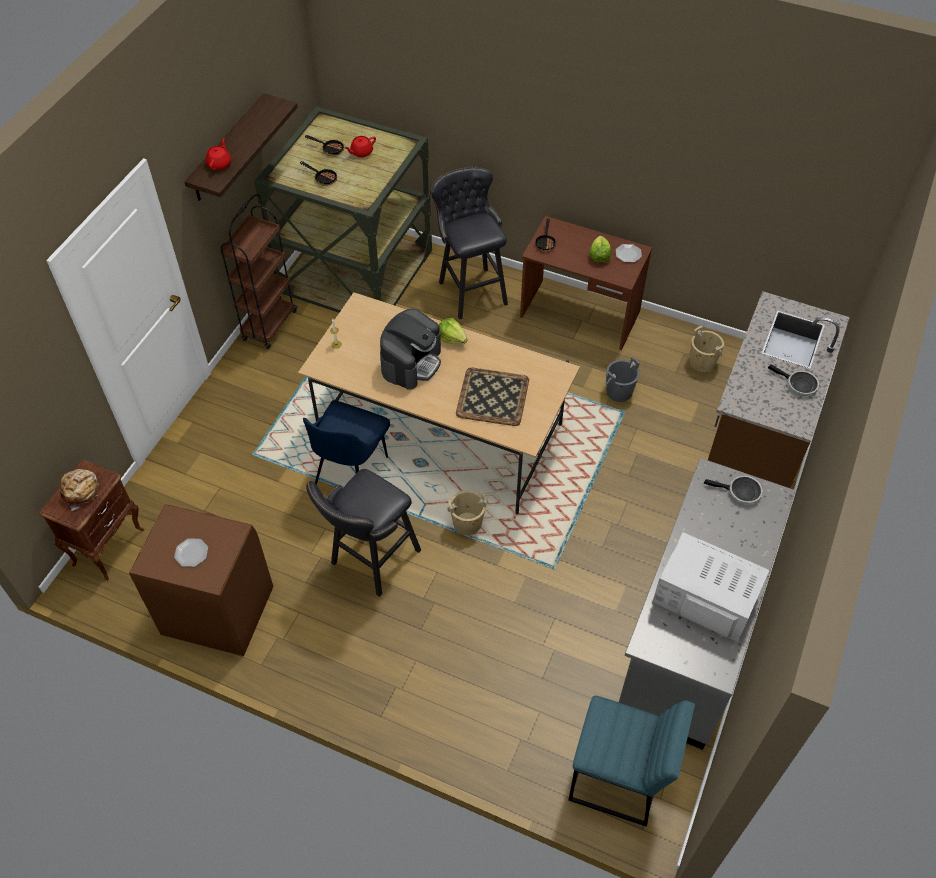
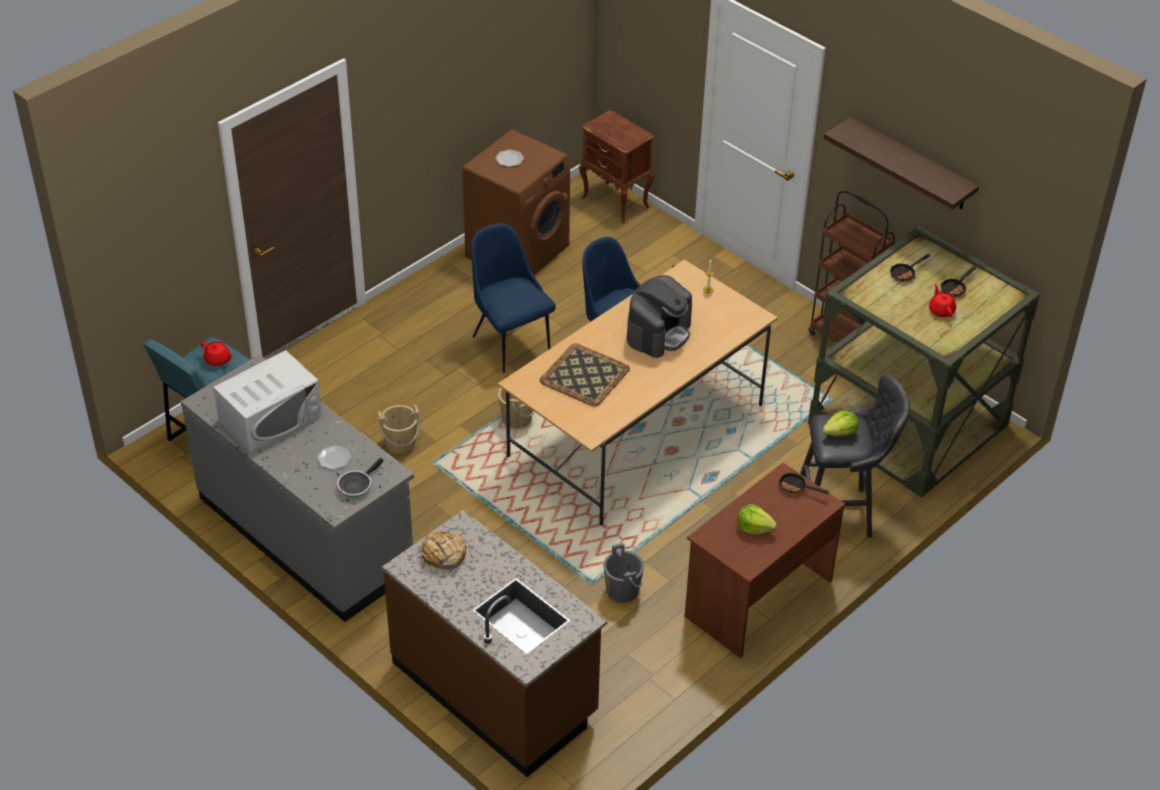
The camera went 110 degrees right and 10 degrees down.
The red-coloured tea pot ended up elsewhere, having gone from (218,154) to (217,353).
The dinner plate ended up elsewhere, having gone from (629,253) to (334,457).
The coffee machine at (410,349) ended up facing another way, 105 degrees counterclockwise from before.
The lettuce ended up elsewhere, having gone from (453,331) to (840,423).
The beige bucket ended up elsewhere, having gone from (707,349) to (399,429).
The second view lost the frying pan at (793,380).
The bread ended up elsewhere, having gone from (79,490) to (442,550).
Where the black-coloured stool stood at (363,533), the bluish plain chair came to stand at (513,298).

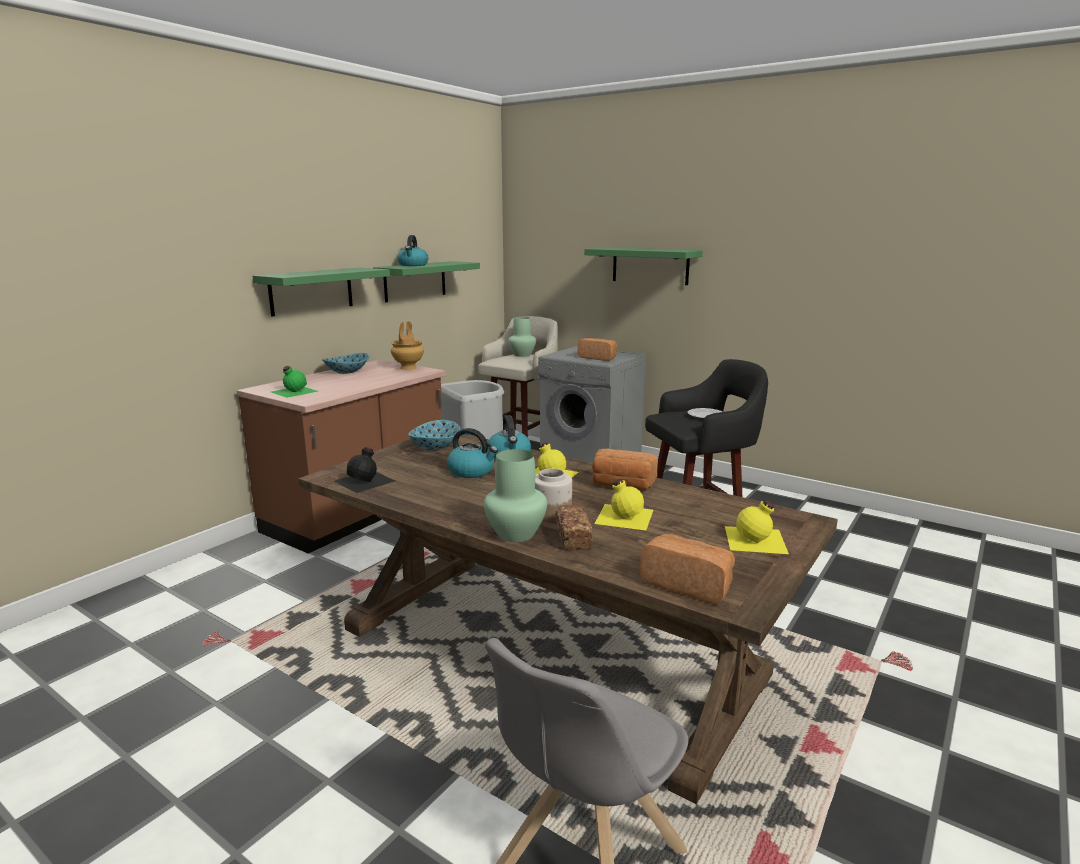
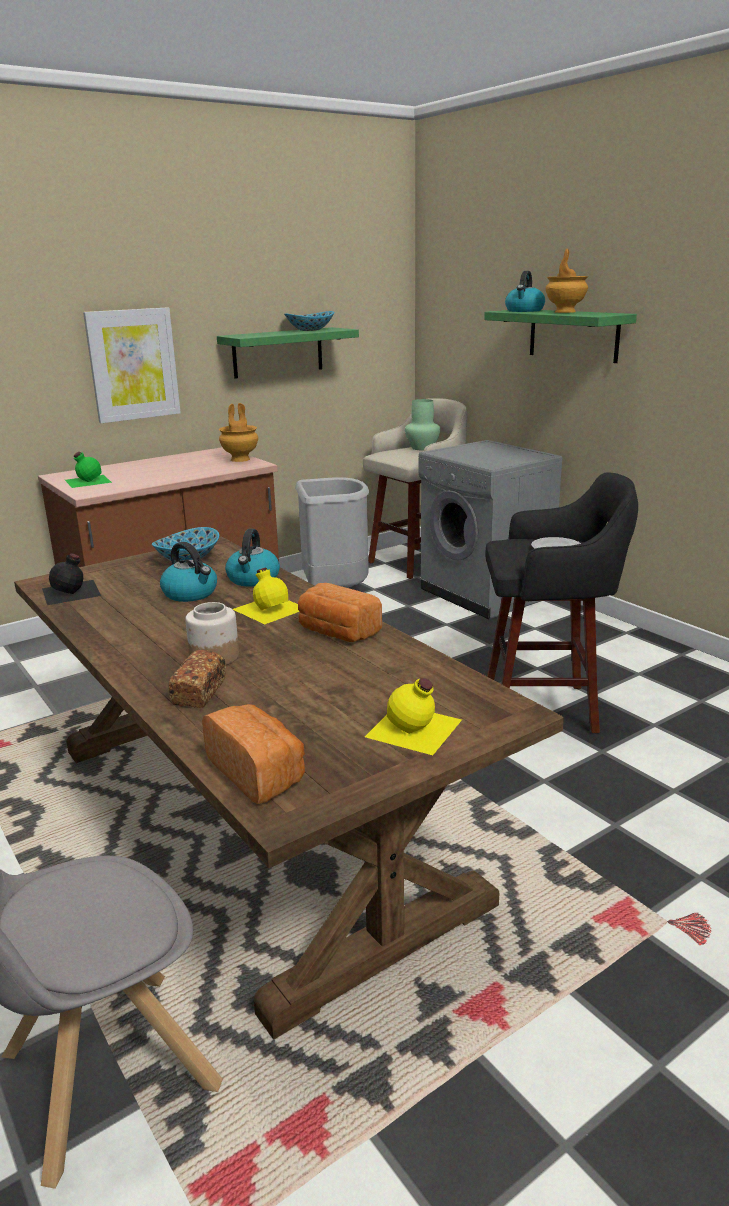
The camera went 20 degrees right and 5 degrees up.
The water kettle ended up elsewhere, having gone from (412,250) to (525,291).
Where the greenish shelf hung at (321,292), the wall picture came to hang at (132,365).
The second view lost the bread at (597,349).
The deep dish ended up elsewhere, having gone from (345,363) to (309,321).
The second view lost the greenish vase at (515,495).
The second view lost the yellow drink bottle at (624,504).
The second view gained the brown-coloured vase at (567,281).

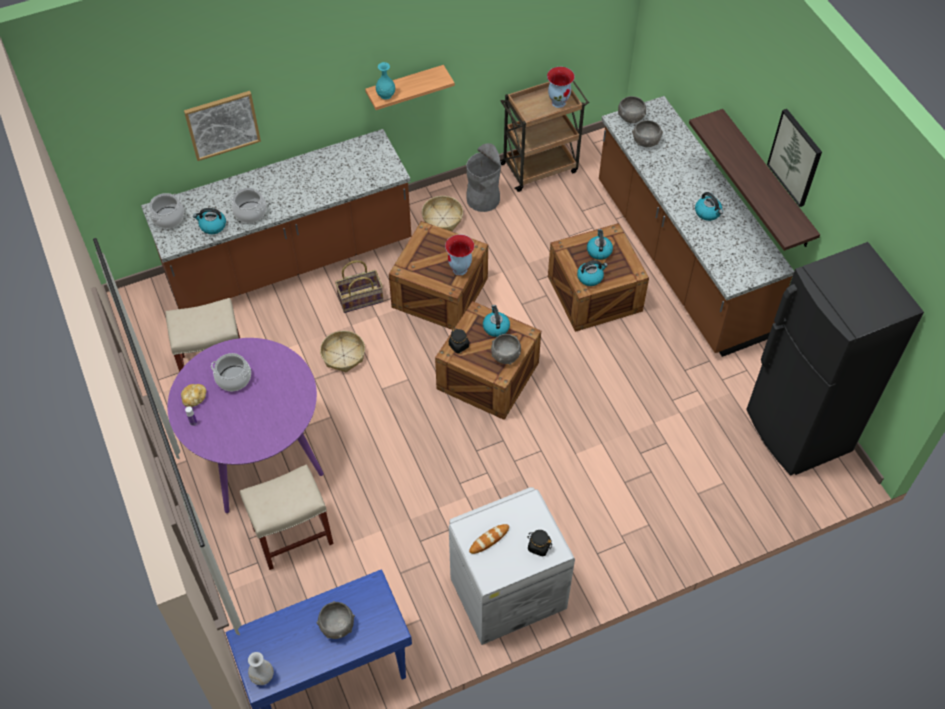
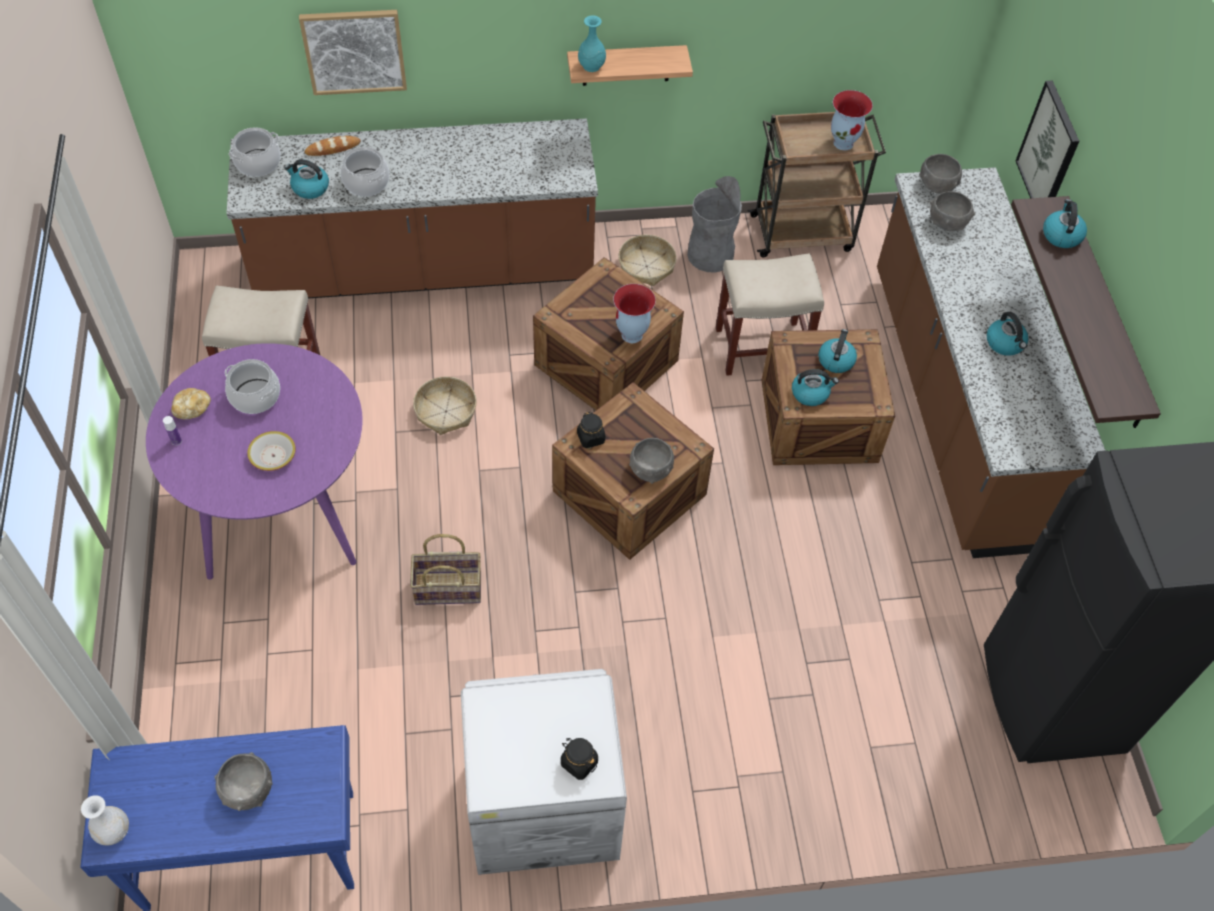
The camera went 15 degrees right and 0 degrees up.
The wall picture ended up elsewhere, having gone from (794,158) to (1047,139).
The basket ended up elsewhere, having gone from (359,286) to (445,569).
The water kettle ended up elsewhere, having gone from (496,321) to (1065,223).
The beige stool ended up elsewhere, having gone from (286,517) to (770,314).
The bread ended up elsewhere, having gone from (489,539) to (333,146).
The second view gained the deep dish at (271,451).

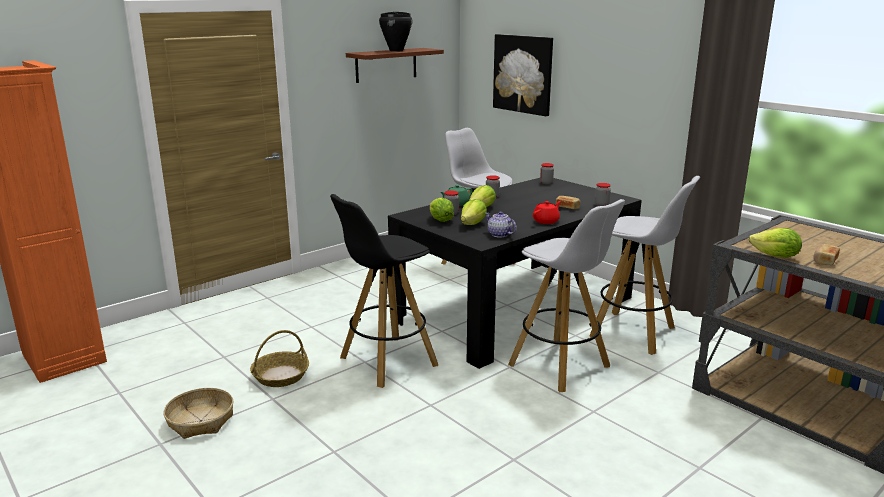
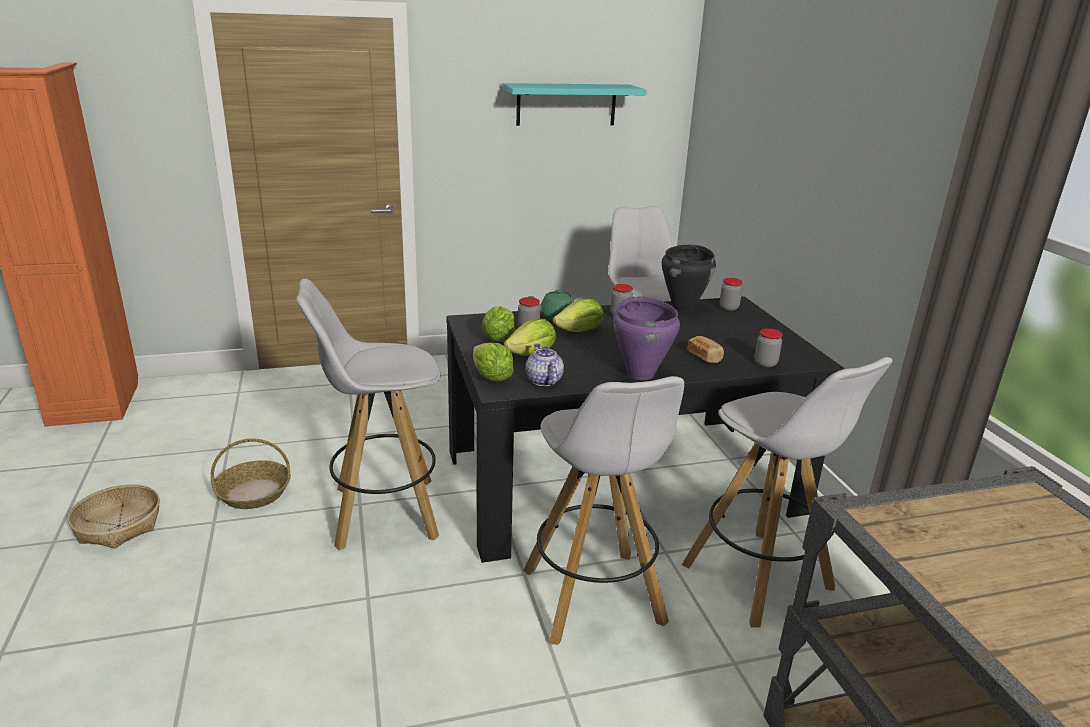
The camera went 25 degrees right and 5 degrees up.
The black-coloured cooking pot ended up elsewhere, having gone from (395,32) to (689,278).
The second view lost the wall picture at (523,75).
What was the brown-coloured shelf at (395,65) turned into the blue-green shelf at (574,104).
What was the black-coloured stool at (384,291) turned into the whitish stool at (368,414).
Where the red-coloured tea pot stood at (547,212), the purple cooking pot came to stand at (646,338).
The lettuce ended up elsewhere, having gone from (775,243) to (493,362).
The second view lost the bread at (826,254).

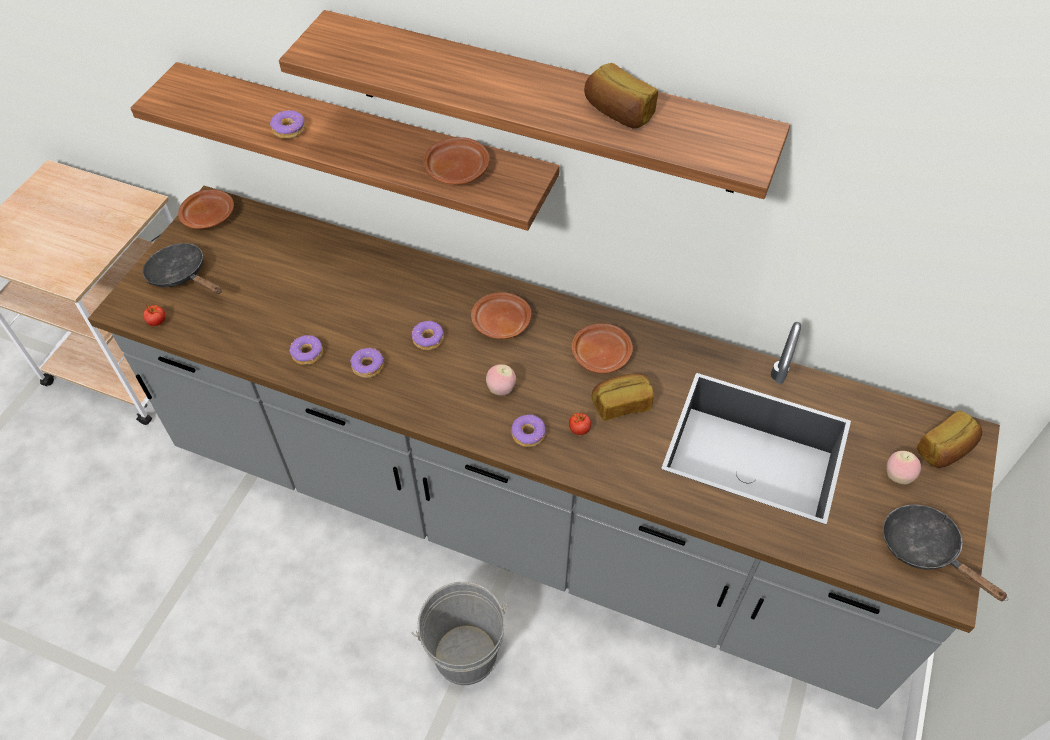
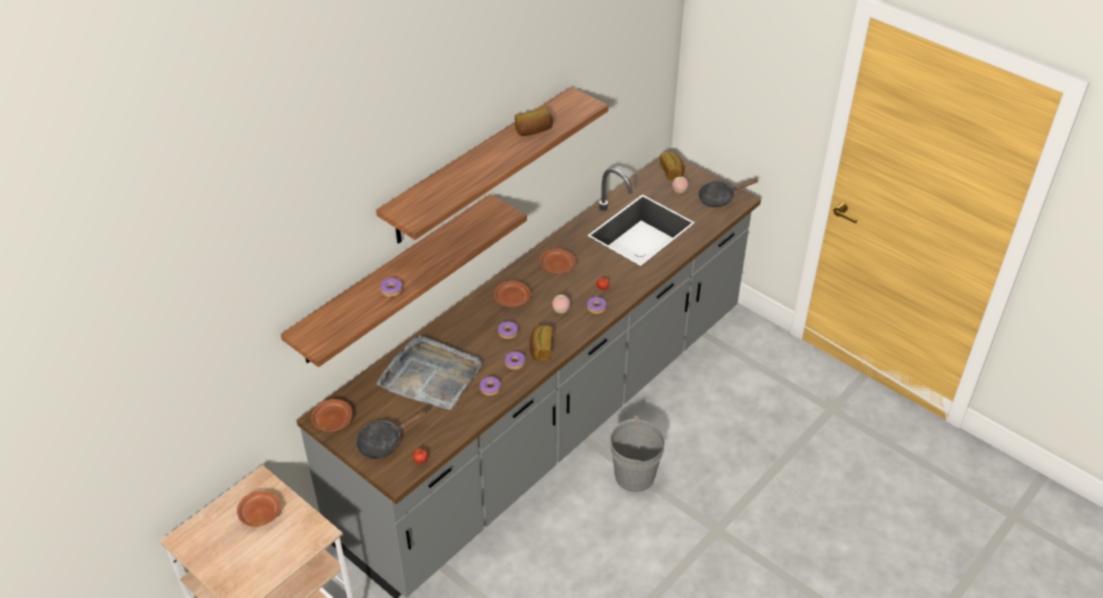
The camera went 70 degrees left and 10 degrees down.
The brown-coloured dinner plate ended up elsewhere, having gone from (456,161) to (259,509).
The bread ended up elsewhere, having gone from (623,397) to (541,343).
The second view gained the greyish serving tray at (429,373).

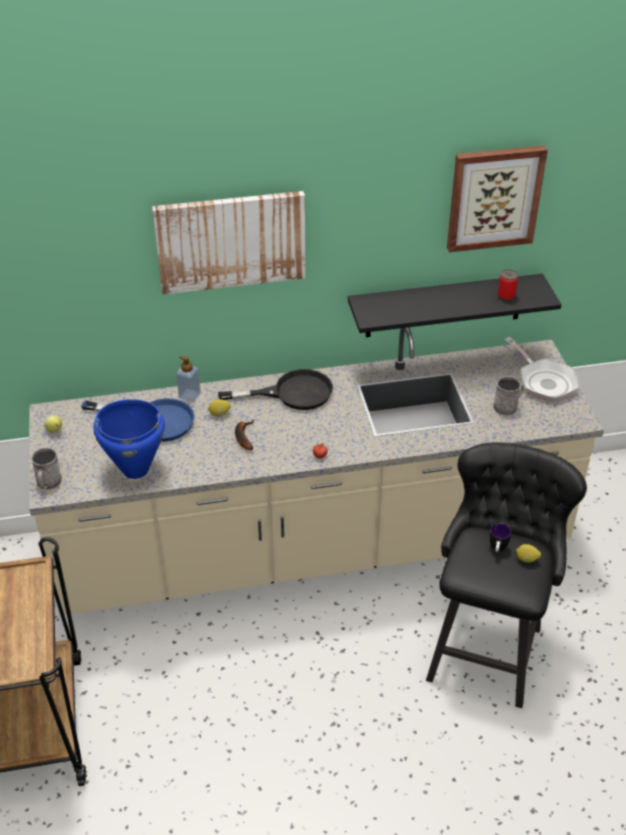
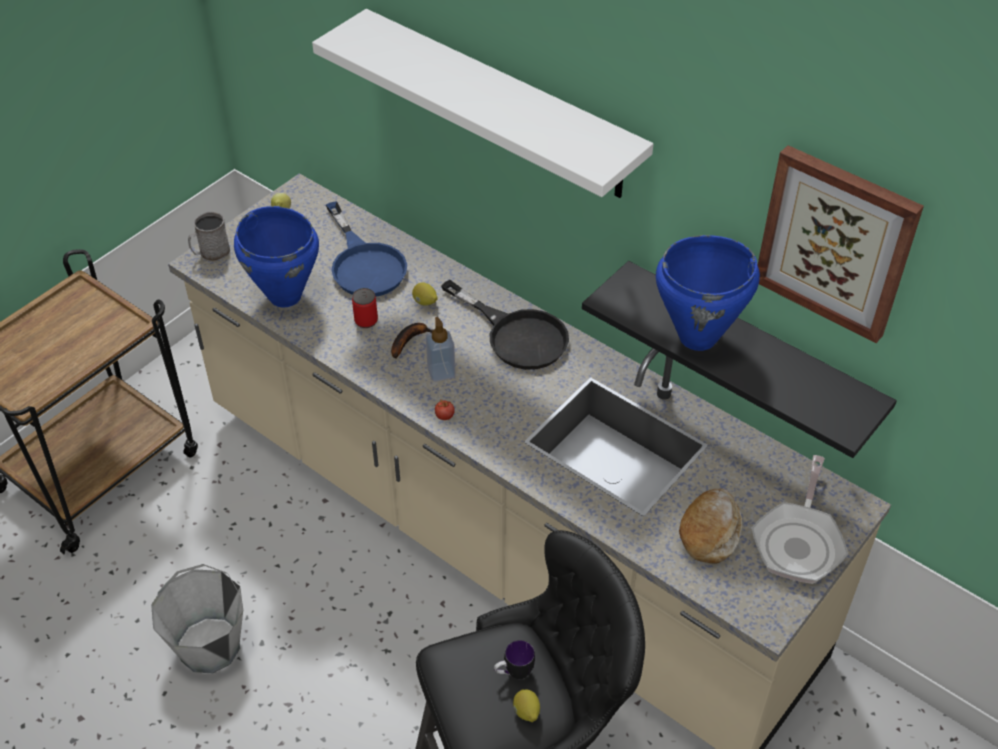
The camera went 50 degrees right and 5 degrees up.
Where the wall picture hung at (228,242), the whitish shelf came to hang at (483,103).
The sealed can ended up elsewhere, having gone from (508,285) to (365,308).
The soap bottle ended up elsewhere, having gone from (188,379) to (440,349).
Where the greyish mug stood at (508,395), the bread came to stand at (710,526).
The second view gained the bluish cooking pot at (708,293).
The second view gained the greyish bucket at (197,618).

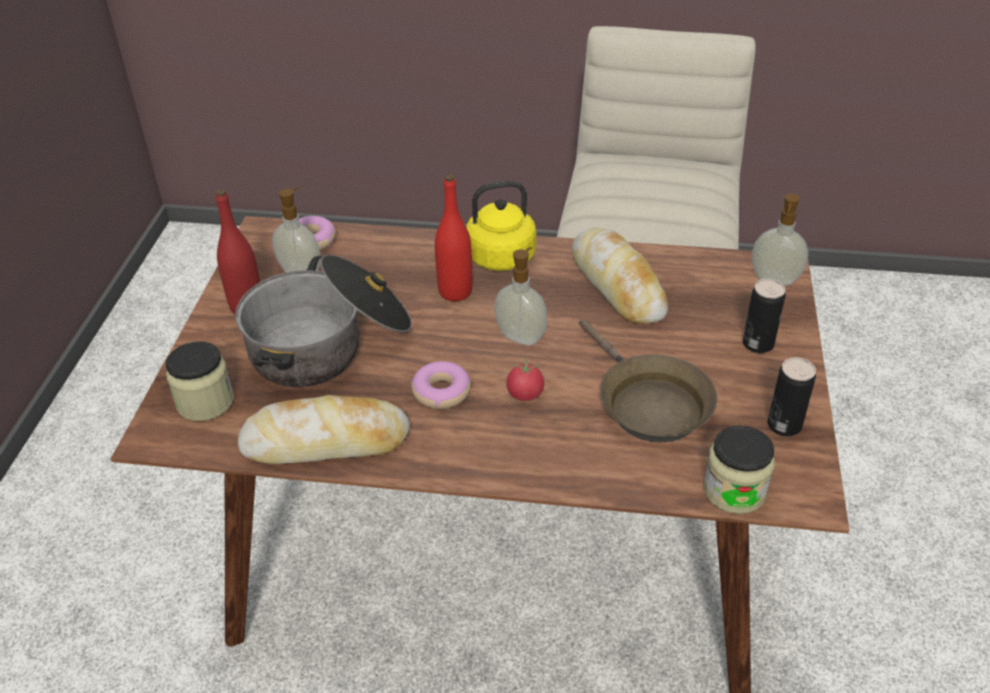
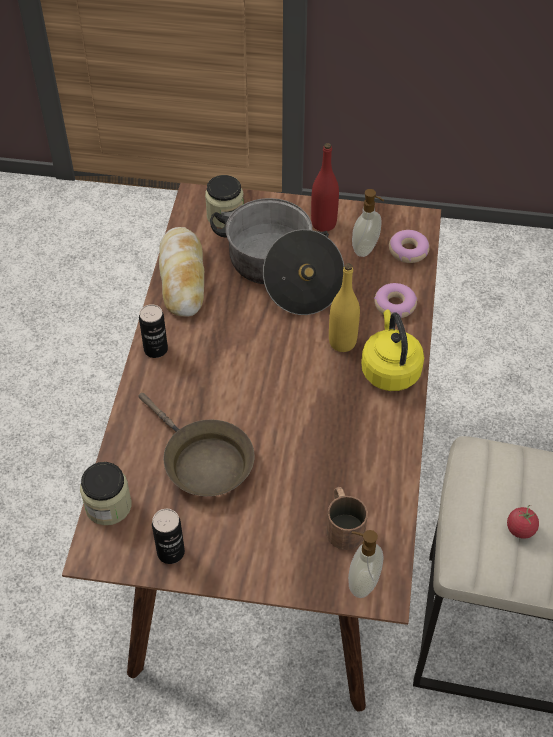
The camera went 90 degrees right and 10 degrees up.
What was the red-coloured drink bottle at (453,237) turned into the yellow drink bottle at (344,307).
The second view lost the bread at (620,275).
The second view lost the soap bottle at (521,296).
The sealed can ended up elsewhere, having gone from (764,316) to (153,331).
The brown-coloured frying pan at (648,380) ended up facing another way, 105 degrees counterclockwise from before.
The tomato ended up elsewhere, having gone from (525,380) to (523,522).
The doughnut ended up elsewhere, having gone from (441,385) to (395,300).
The second view gained the brown-coloured mug at (347,518).

